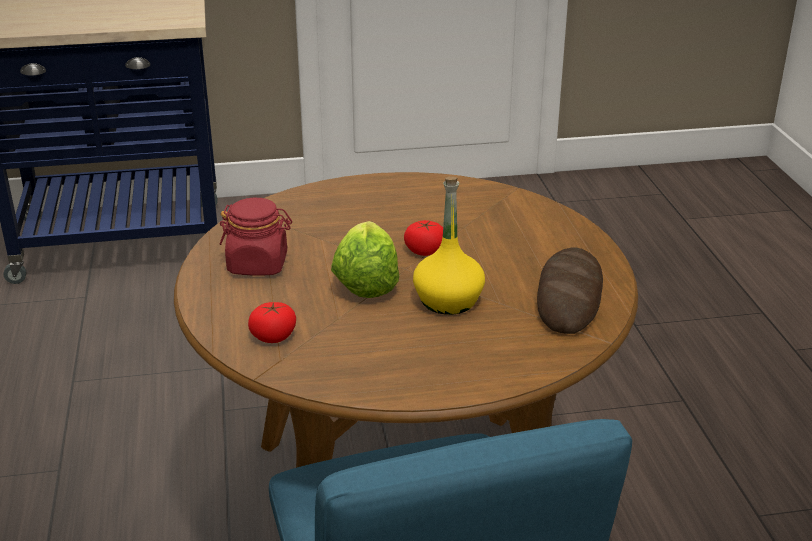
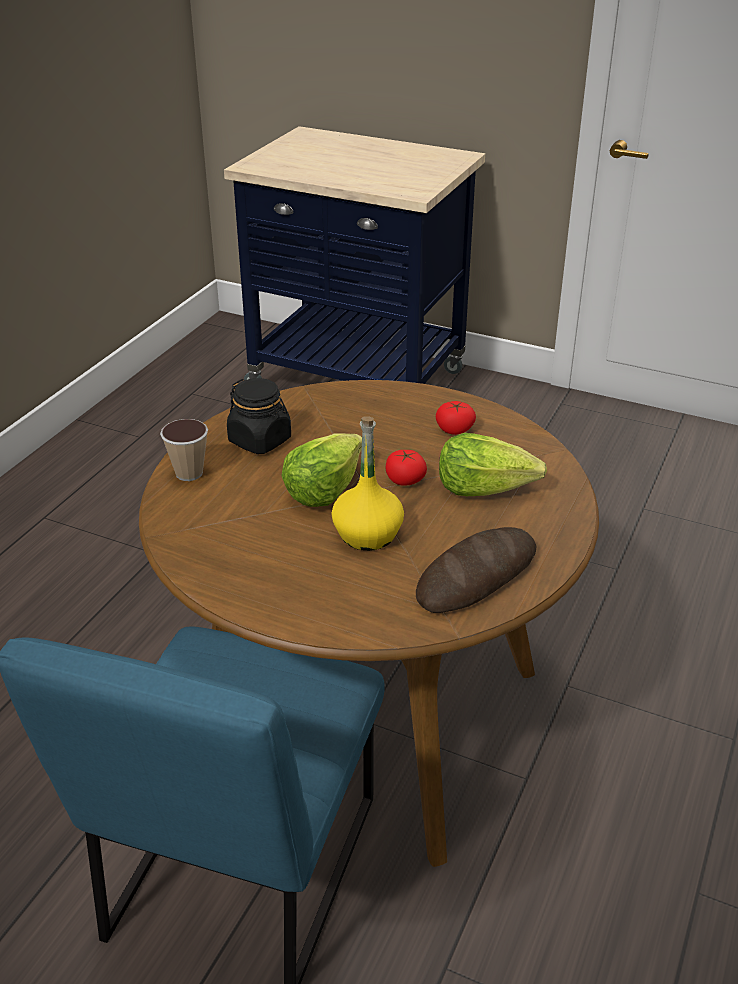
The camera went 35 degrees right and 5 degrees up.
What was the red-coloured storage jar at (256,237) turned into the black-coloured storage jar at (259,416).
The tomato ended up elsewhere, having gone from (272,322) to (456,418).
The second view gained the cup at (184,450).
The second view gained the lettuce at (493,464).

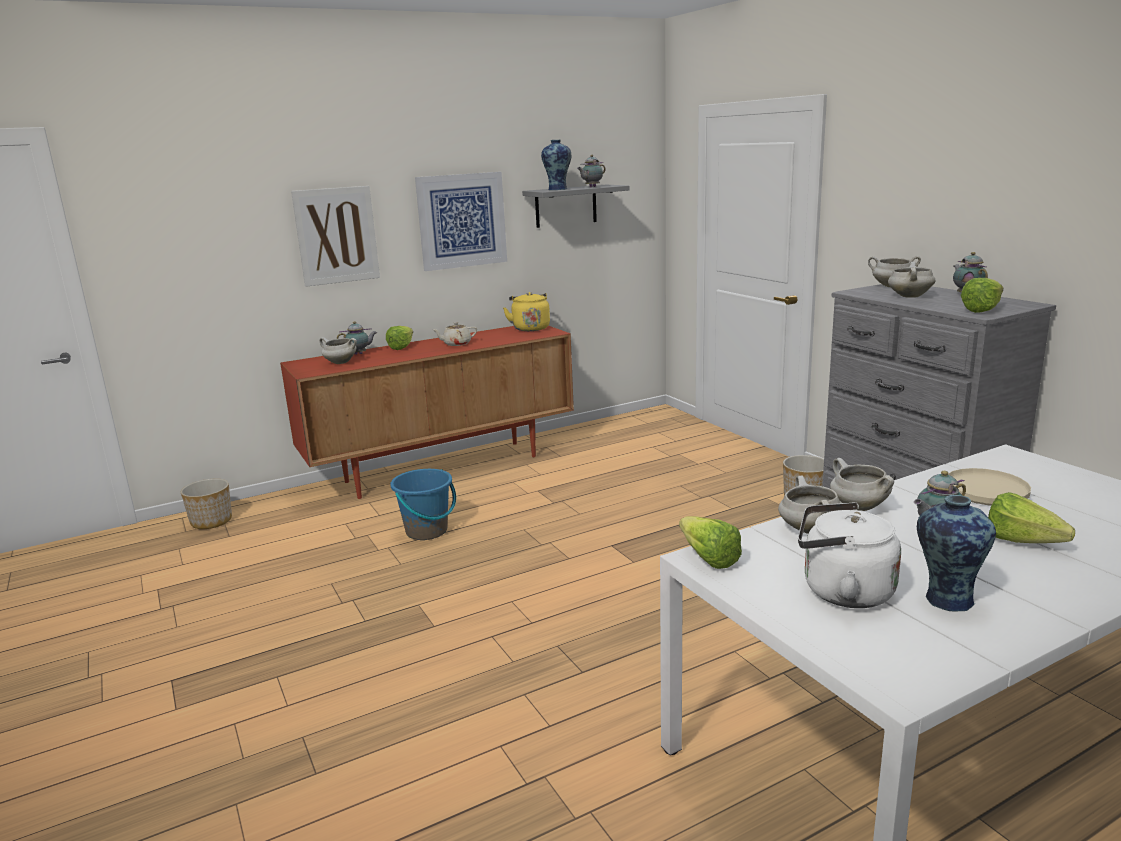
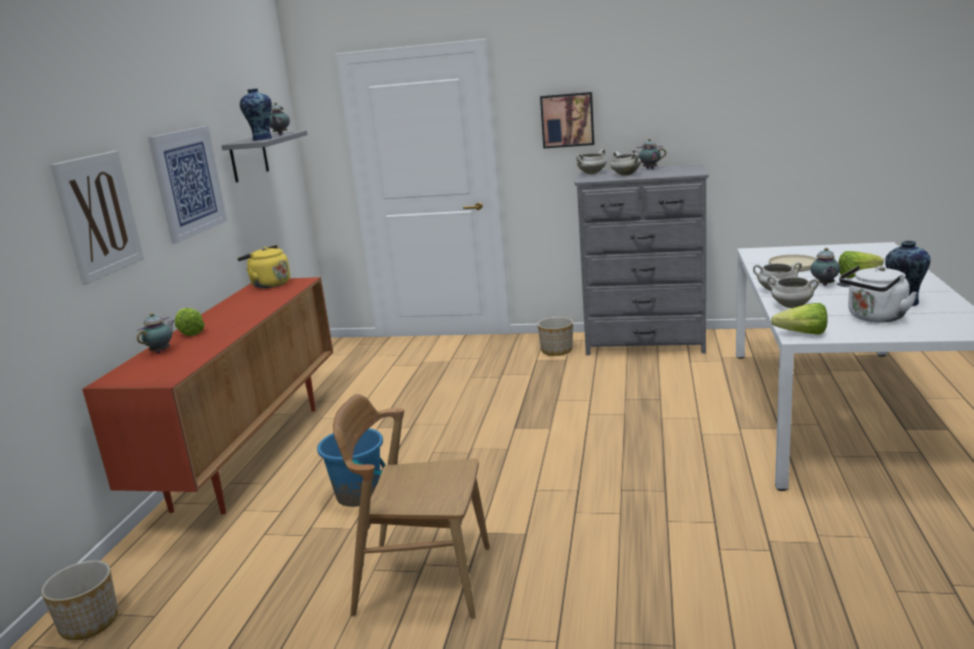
The camera went 50 degrees left and 0 degrees up.
The second view lost the lettuce at (982,295).
The second view lost the beige tea pot at (455,334).
The second view lost the whitish cooking pot at (338,350).
The second view gained the wall picture at (567,120).
The second view gained the brown-coloured plain chair at (411,506).

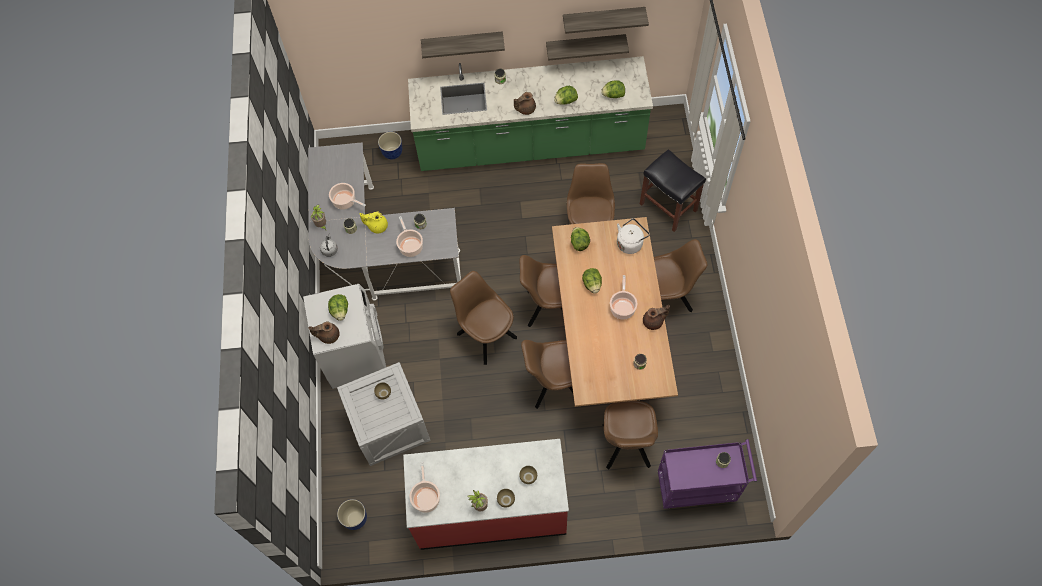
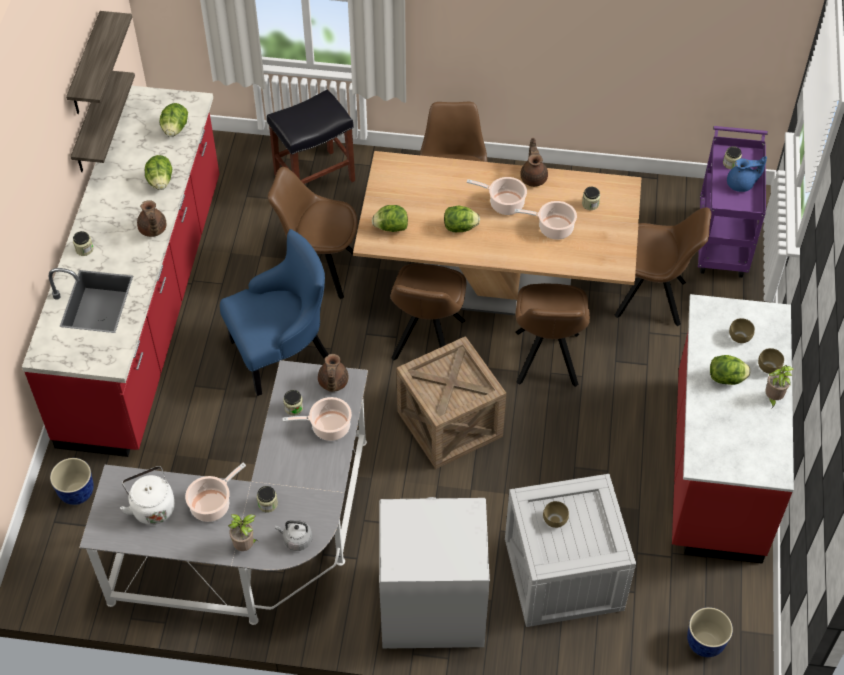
The camera went 80 degrees left and 10 degrees down.
The second view lost the shelf at (463,44).
What was the greenish kitchen base unit at (530,113) turned into the red-coloured kitchen base unit at (120,271).
The second view lost the yellow tea pot at (374,223).
The whitish water kettle ended up elsewhere, having gone from (633,236) to (147,495).
Where the brown-coloured plain chair stood at (483,318), the packing crate came to stand at (452,402).
The lettuce ended up elsewhere, having gone from (338,307) to (730,370).
The brown-coloured tea pot ended up elsewhere, having gone from (324,332) to (333,373).
The cooking pot ended up elsewhere, having gone from (424,487) to (546,220).
The second view gained the bluish tea pot at (747,174).
The second view gained the bluish plain chair at (274,312).

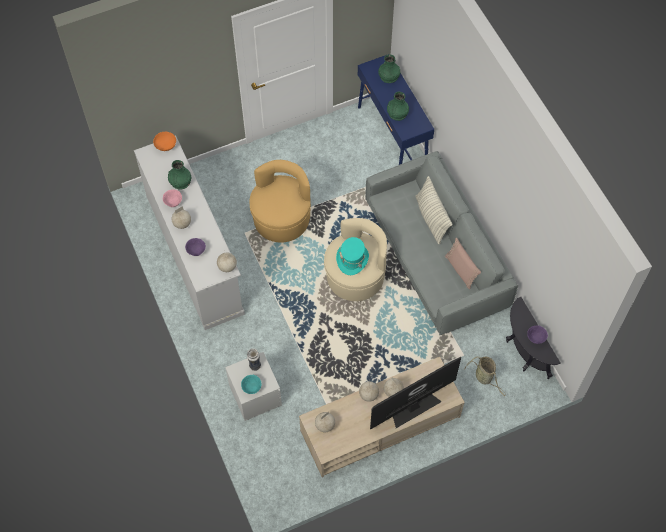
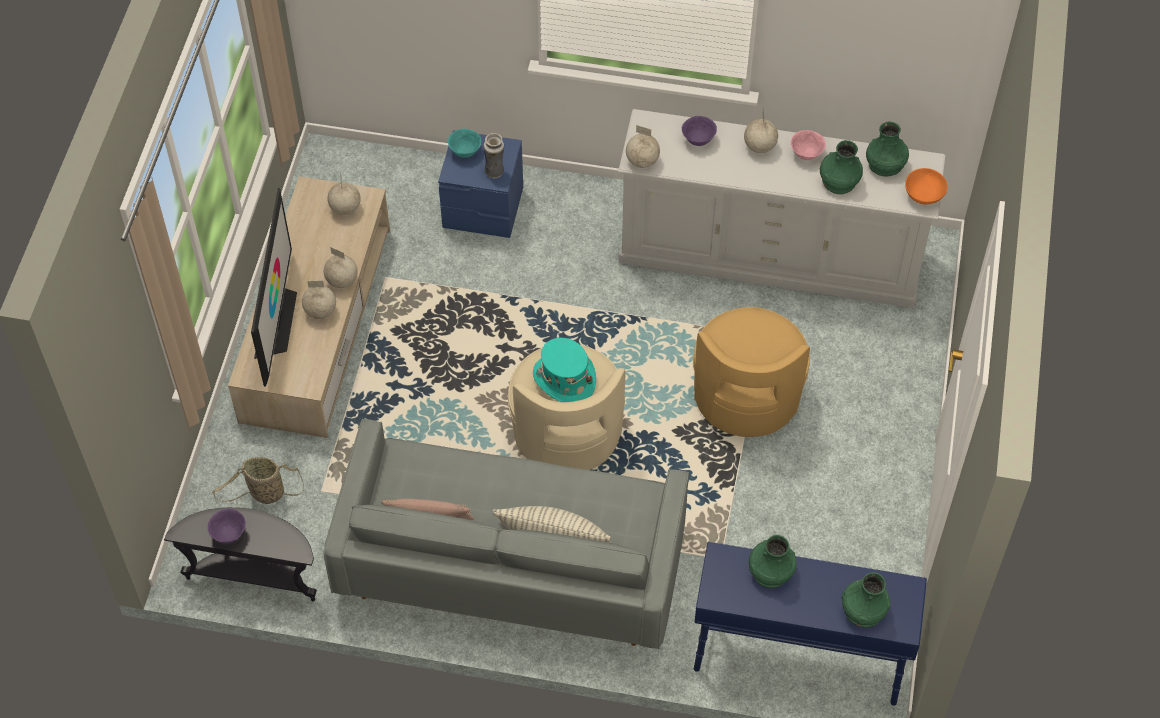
The camera went 125 degrees right and 5 degrees down.
The beige lounge chair at (280,201) ended up facing another way, 45 degrees clockwise from before.
What was the whitish nightstand at (253,386) turned into the bluish nightstand at (480,184).
The second view gained the greenish vase at (887,149).

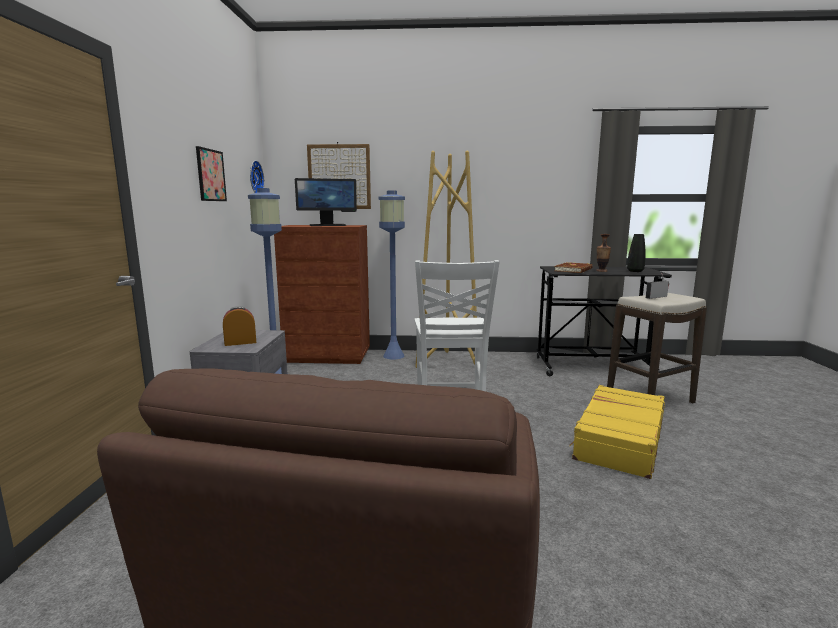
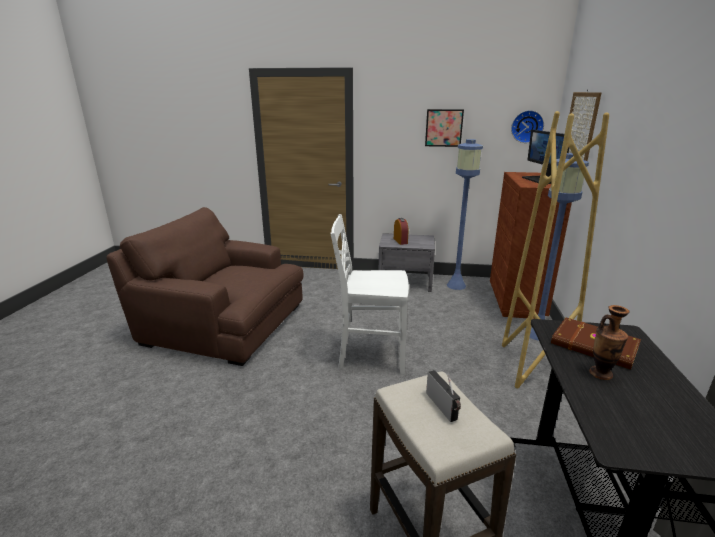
The camera went 95 degrees right and 10 degrees up.
The second view lost the black-coloured vase at (636,253).
The second view lost the yellow suitcase at (617,432).

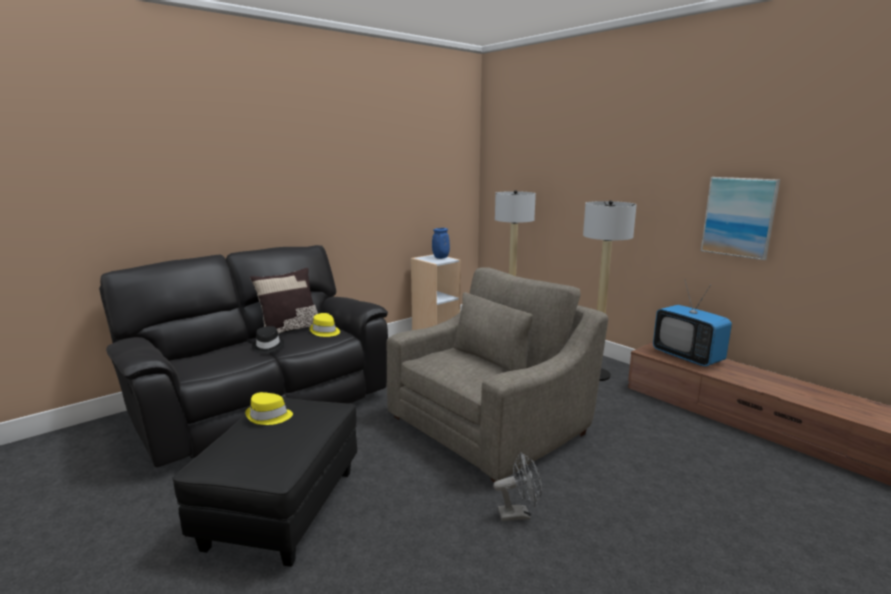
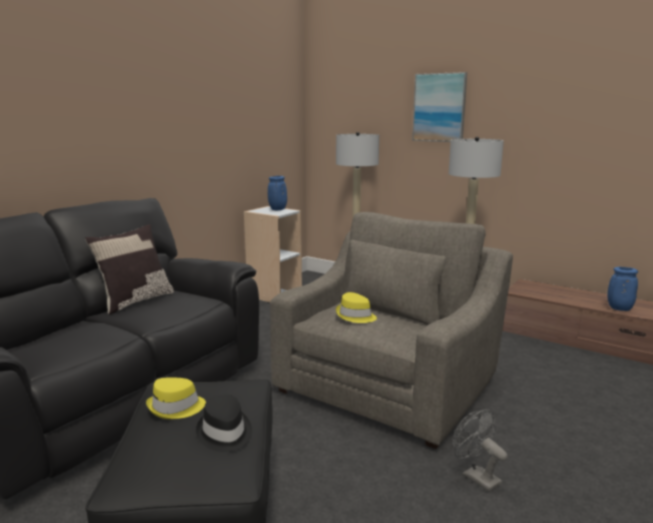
The camera went 15 degrees left and 0 degrees up.
The wall picture ended up elsewhere, having gone from (740,218) to (439,107).
The second view lost the TV set at (692,322).
The yellow hat ended up elsewhere, having gone from (325,325) to (356,307).
The black-coloured hat ended up elsewhere, having gone from (268,340) to (224,423).
The greyish electric fan at (517,487) ended up facing another way, 105 degrees counterclockwise from before.
The second view gained the bluish vase at (622,289).

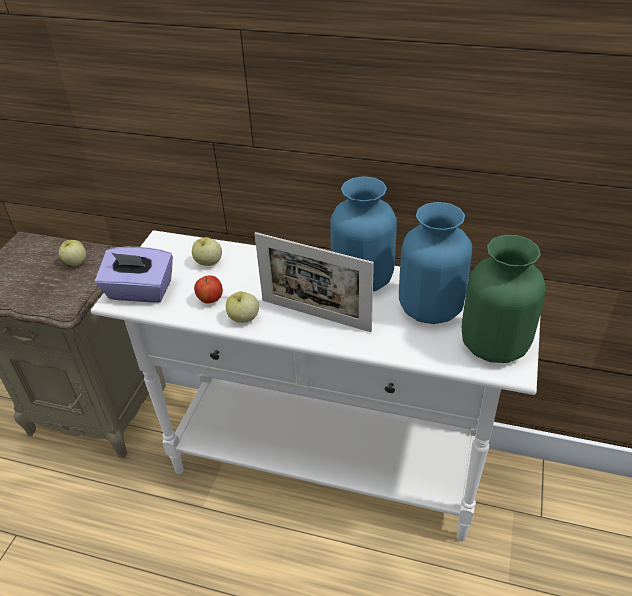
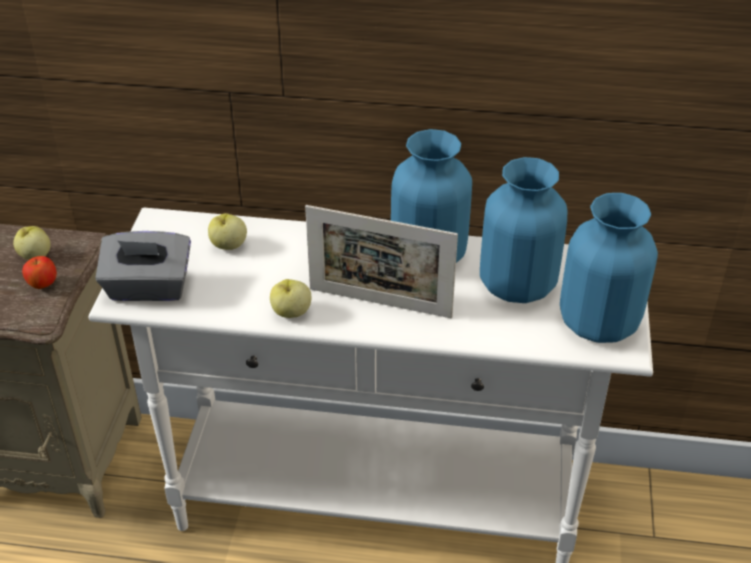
The camera went 10 degrees left and 0 degrees up.
What was the greenish vase at (504,299) turned into the bluish vase at (609,268).
What was the purple tissue holder at (134,275) turned into the greyish tissue holder at (143,266).
The whole apple ended up elsewhere, having gone from (208,290) to (39,272).

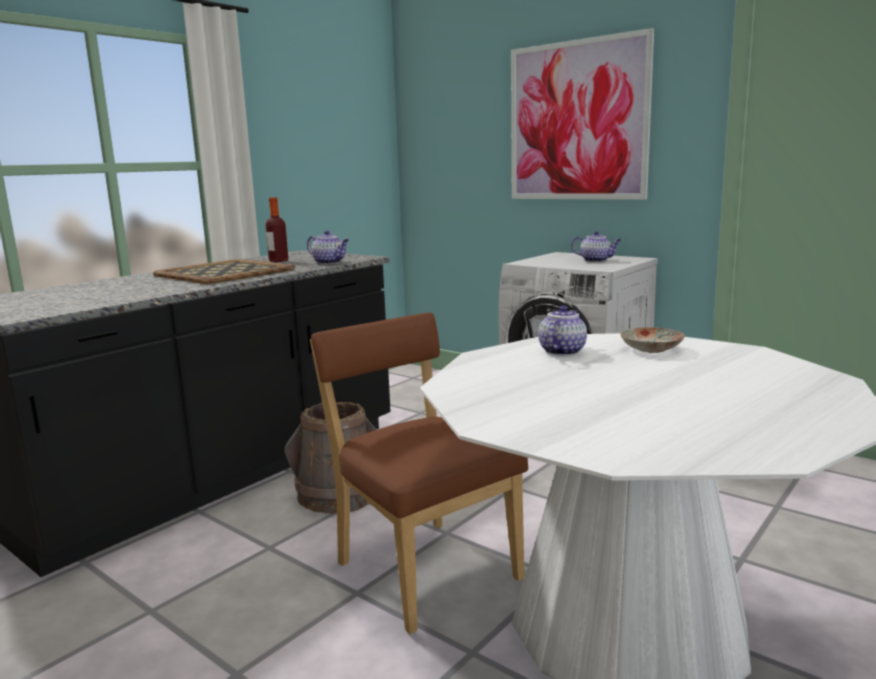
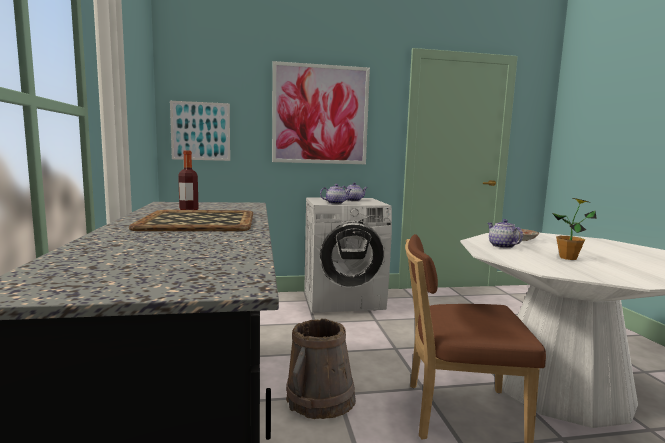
The camera went 50 degrees left and 5 degrees down.
The tea pot ended up elsewhere, having gone from (328,247) to (336,194).
The second view gained the wall picture at (200,131).
The second view gained the potted plant at (574,229).

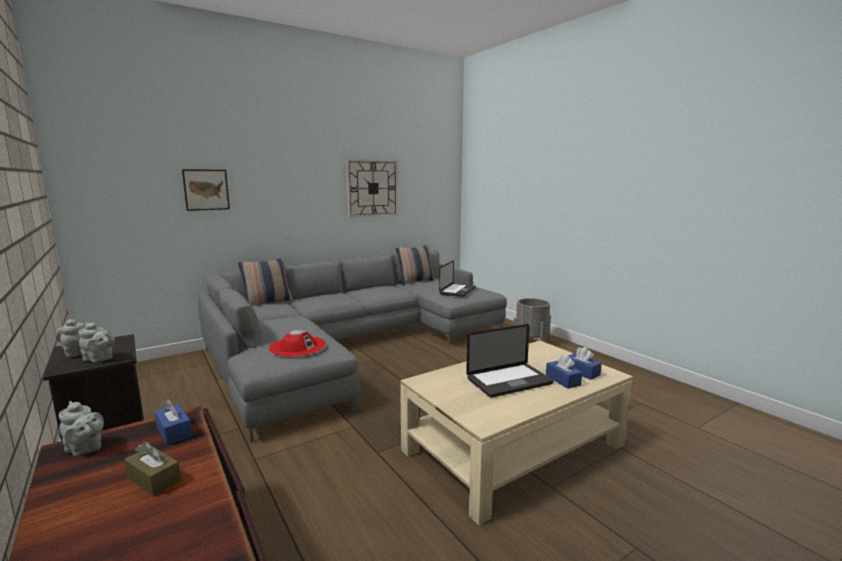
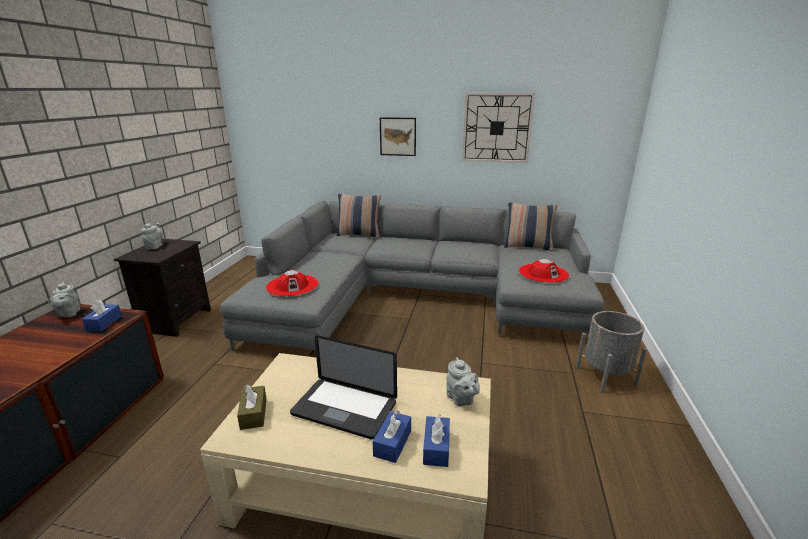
The camera went 45 degrees right and 10 degrees up.
The wall picture ended up elsewhere, having gone from (206,190) to (398,136).
Where the portable computer stood at (457,278), the red-coloured hat came to stand at (544,271).
The greyish tea pot ended up elsewhere, having gone from (96,343) to (463,381).
The brown-coloured tissue holder ended up elsewhere, having gone from (152,469) to (252,407).

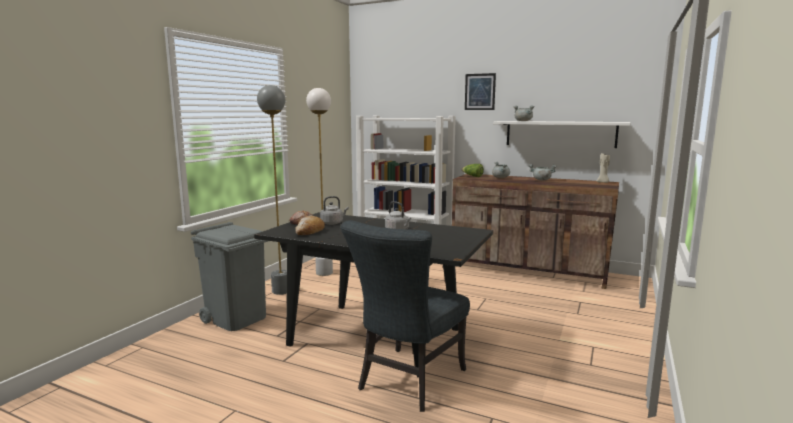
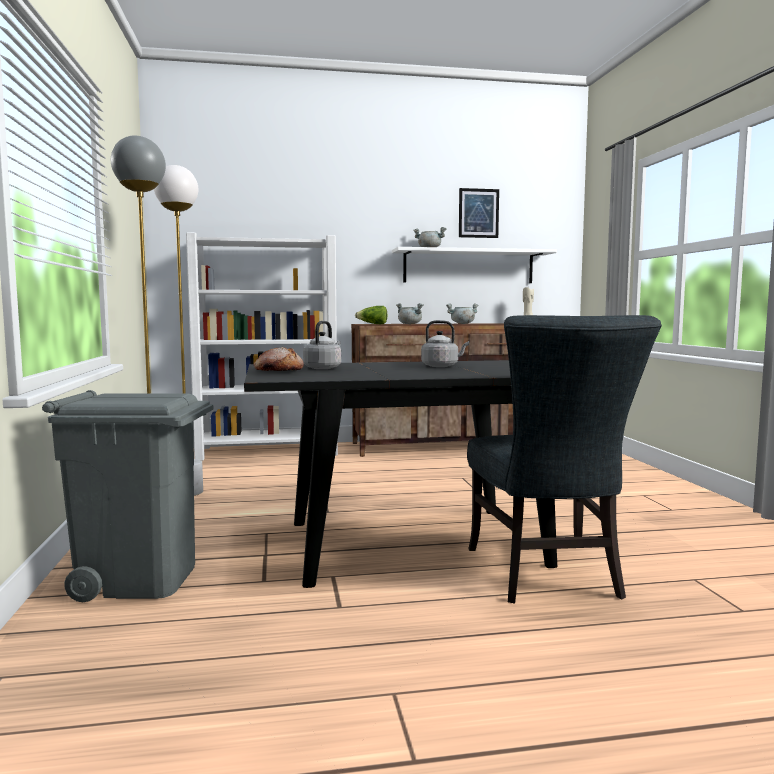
The camera went 35 degrees left and 5 degrees down.
The wall picture ended up elsewhere, having gone from (480,91) to (479,213).
The second view lost the bread at (310,225).

